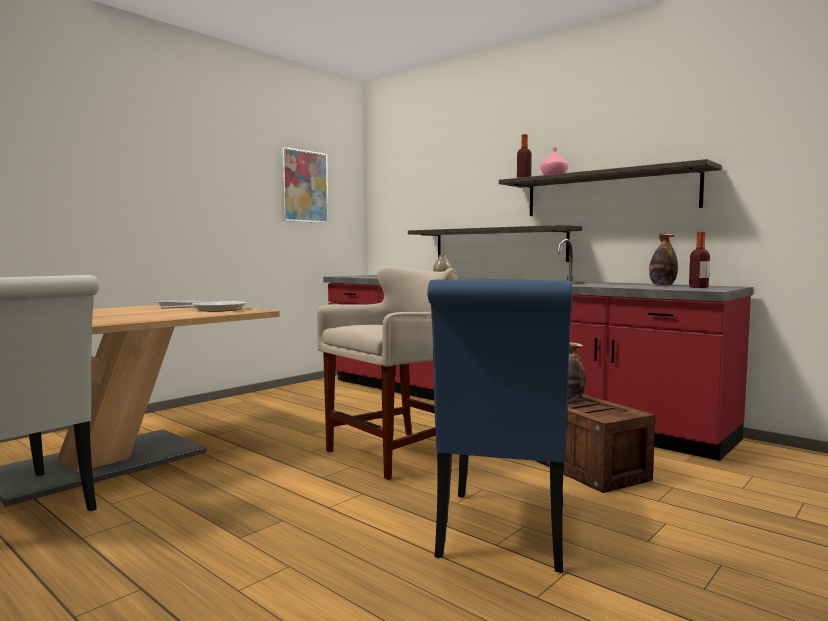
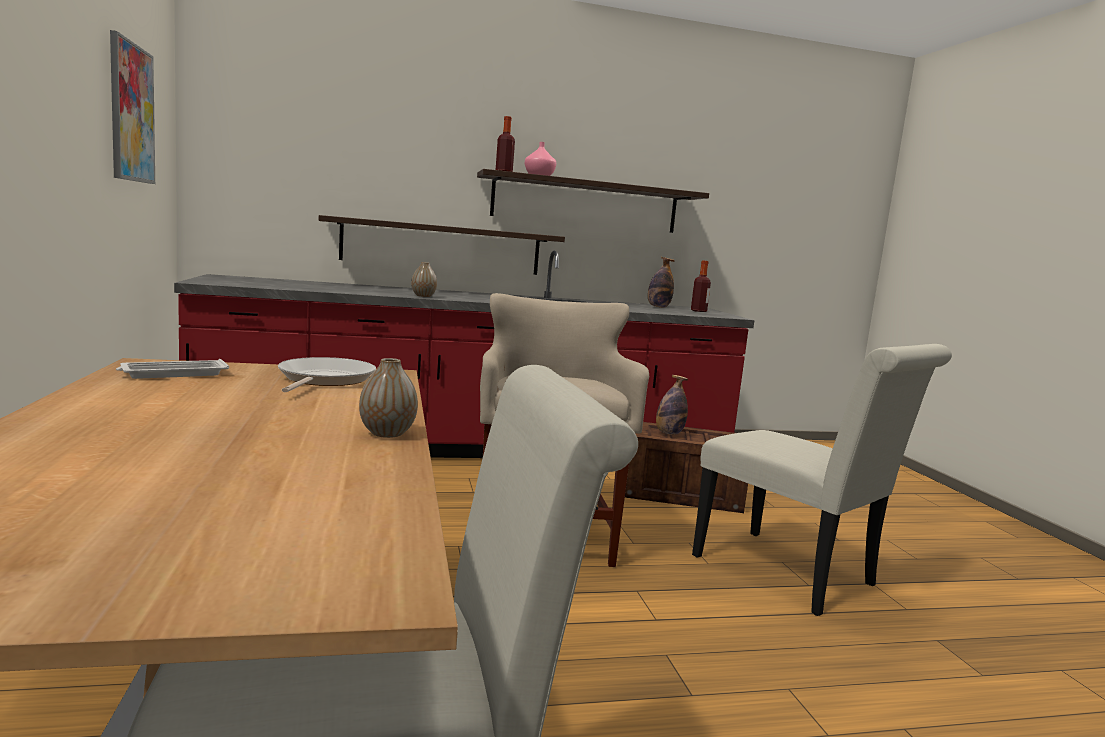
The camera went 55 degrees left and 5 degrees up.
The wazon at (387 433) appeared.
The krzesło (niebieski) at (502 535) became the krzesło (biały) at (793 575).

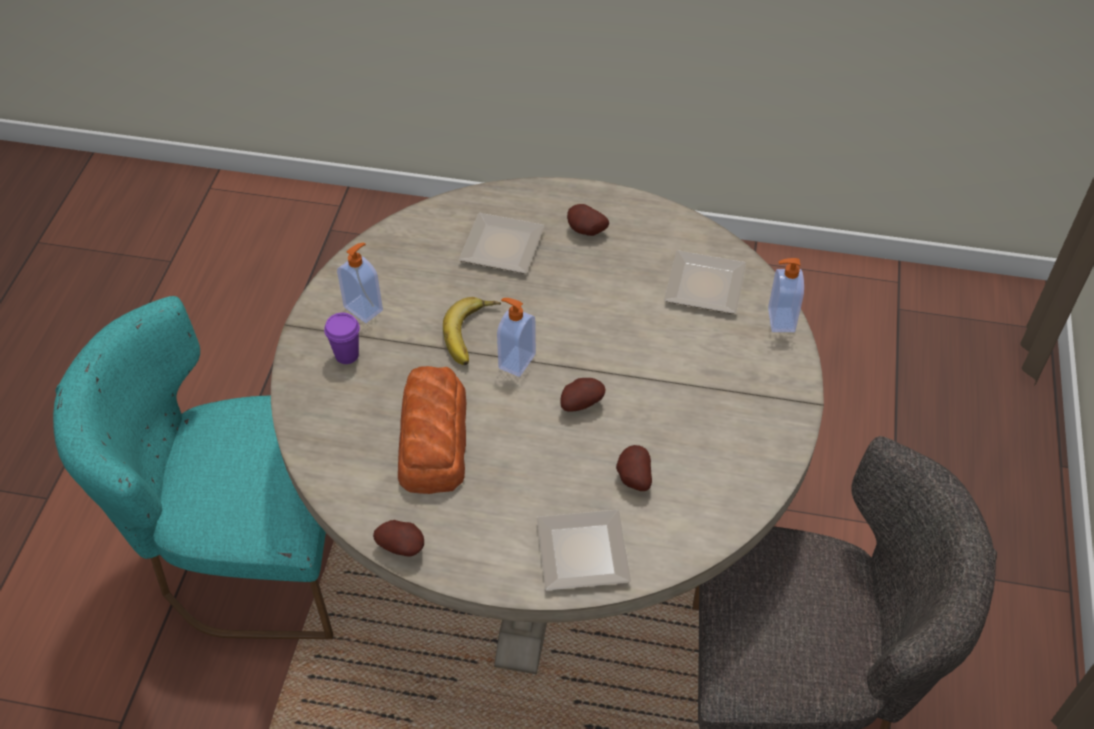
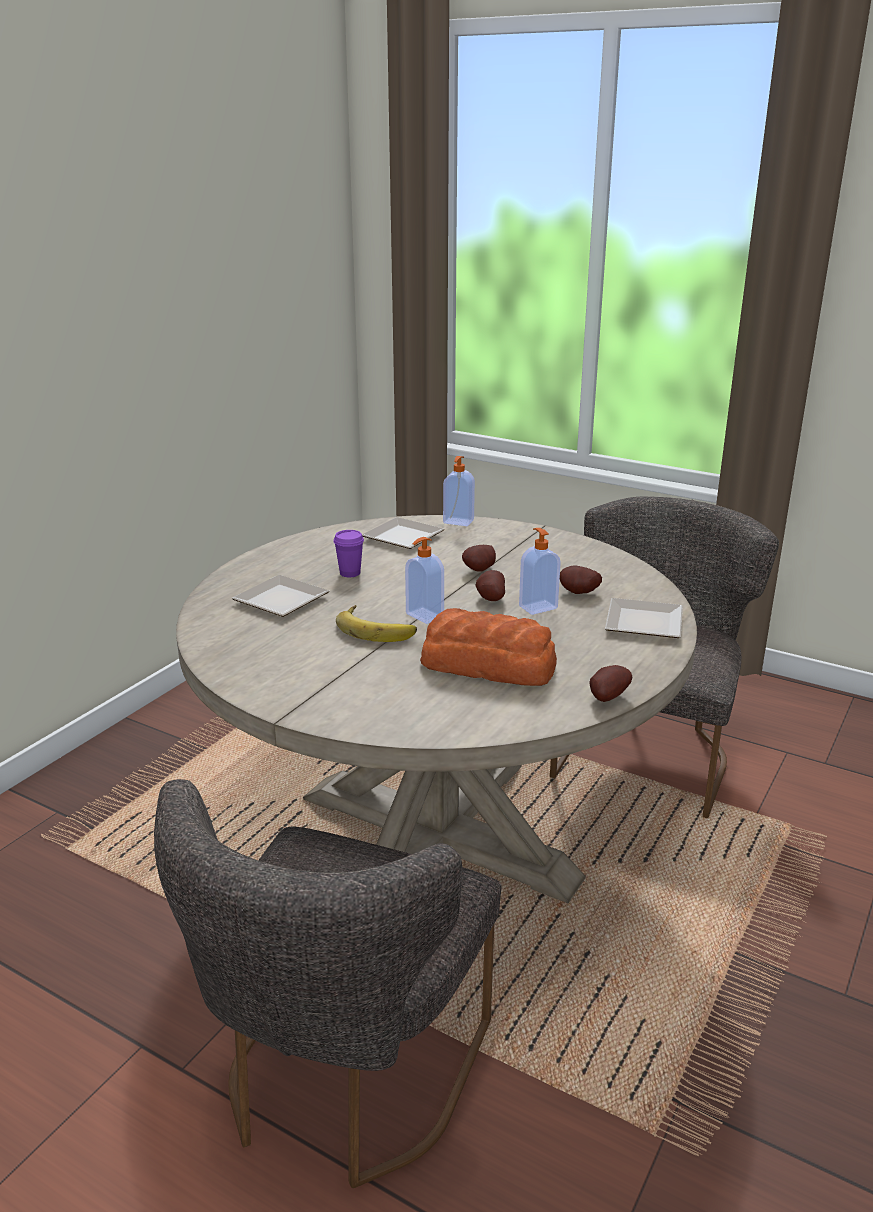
The camera went 70 degrees left and 25 degrees down.
The filiżanka (fioletowy) moved from (347 355) to (350 573).
The dozownik mydła moved from (364 308) to (537 607).
The ziemniak moved from (585 232) to (480 570).
The krzesło (turkusowy) at (248 557) became the krzesło (szary) at (343 1081).

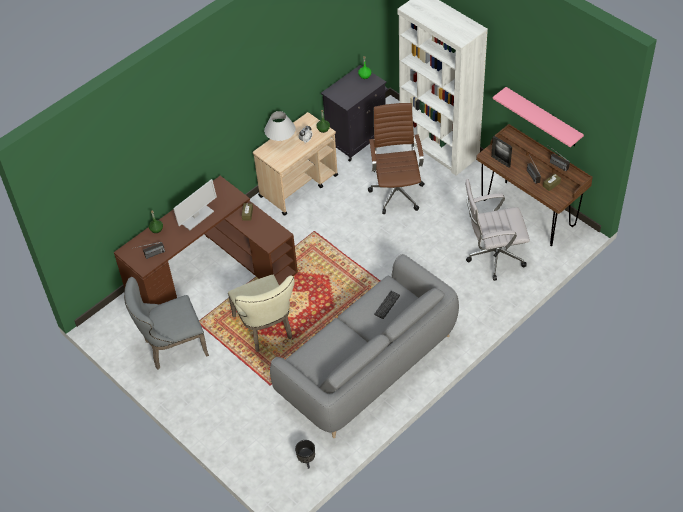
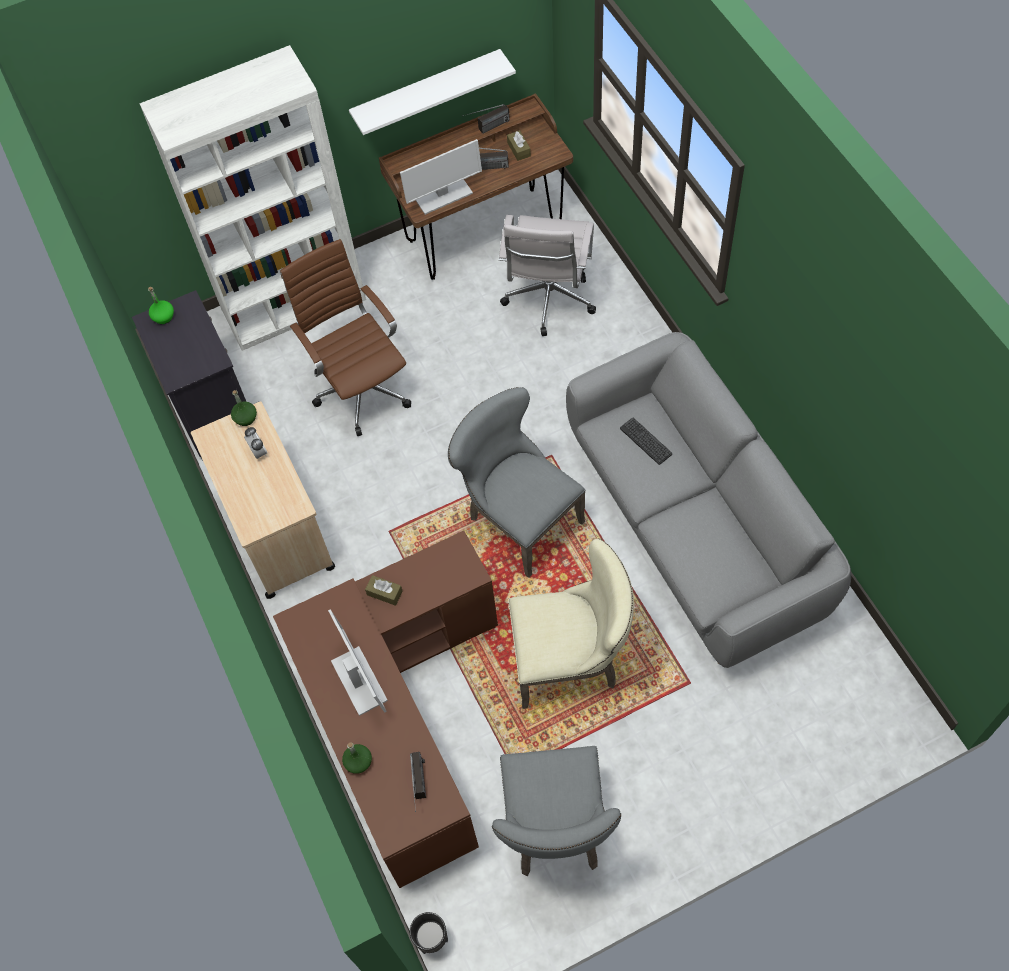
The camera went 70 degrees left and 10 degrees up.
The lampa stołowa (biały) at (281 141) disappeared.
The krzesło (szary) at (518 519) appeared.
The donica (czarny) moved from (306 461) to (432 939).
The ramka na zdjęcie at (500 161) was replaced by the monitor at (442 196).
The półka (różowy) at (543 117) became the półka (biały) at (427 92).
The krzesło biurowe (brązowy) at (396 192) turned 45 degrees clockwise.

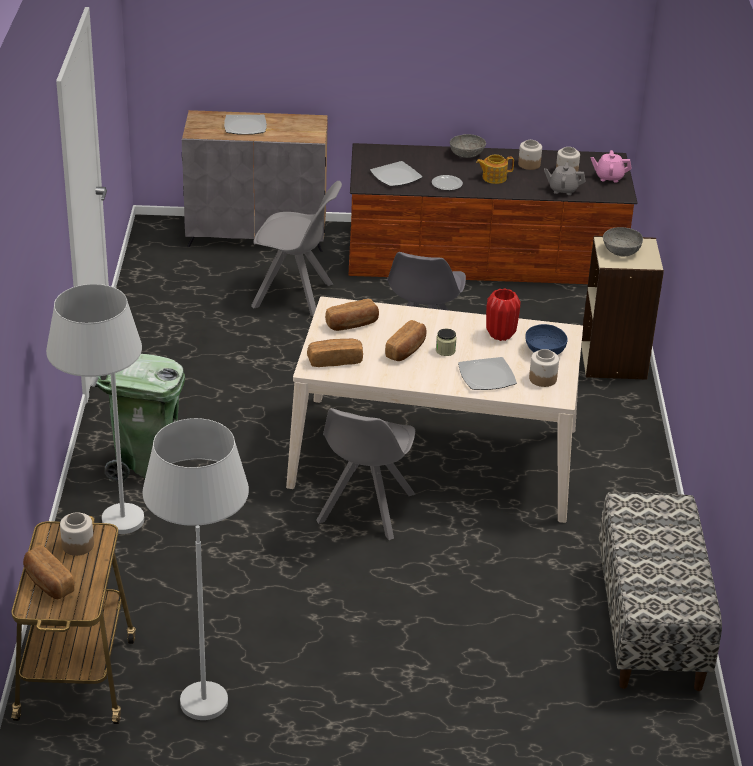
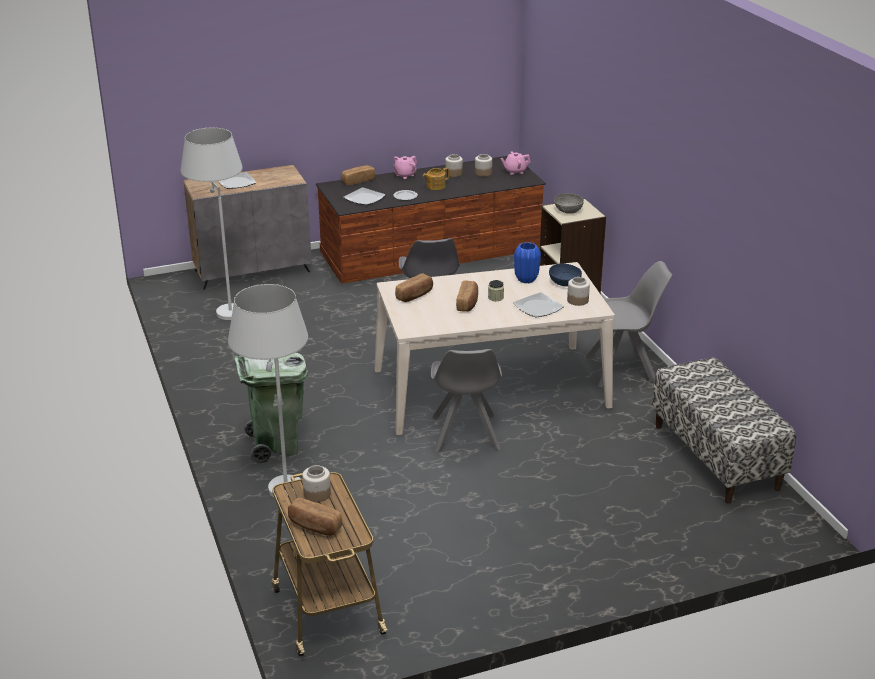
The camera went 20 degrees left and 5 degrees down.
The imbryk (szary) at (563 190) disappeared.
The lampa stojąca (biały) moved from (202 683) to (225 306).
The krzesło (szary) moved from (295 296) to (623 370).
The chleb moved from (335 360) to (357 181).
The miska (szary) at (467 154) was replaced by the imbryk (różowy) at (404 175).
The wazon (czerwony) at (501 335) became the wazon (niebieski) at (526 279).

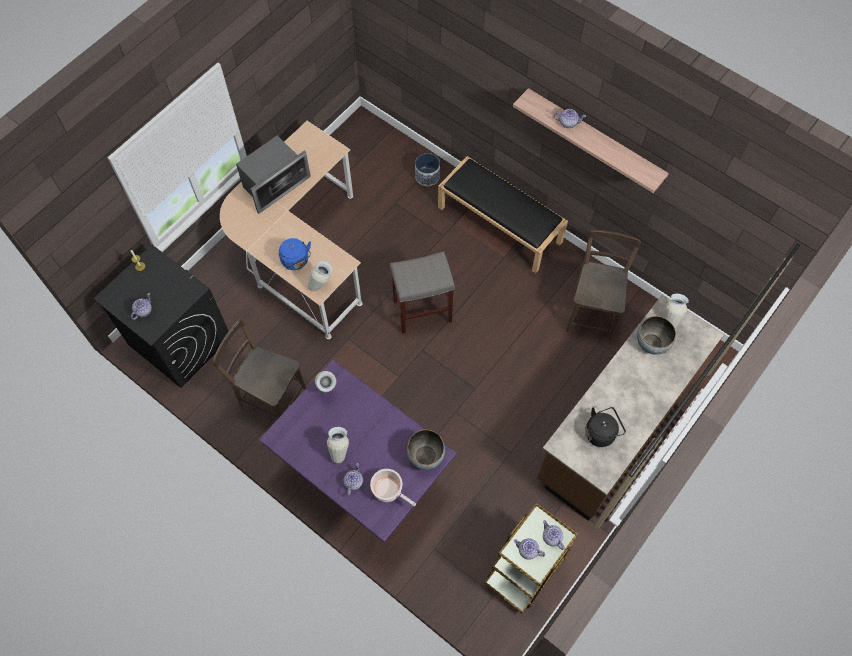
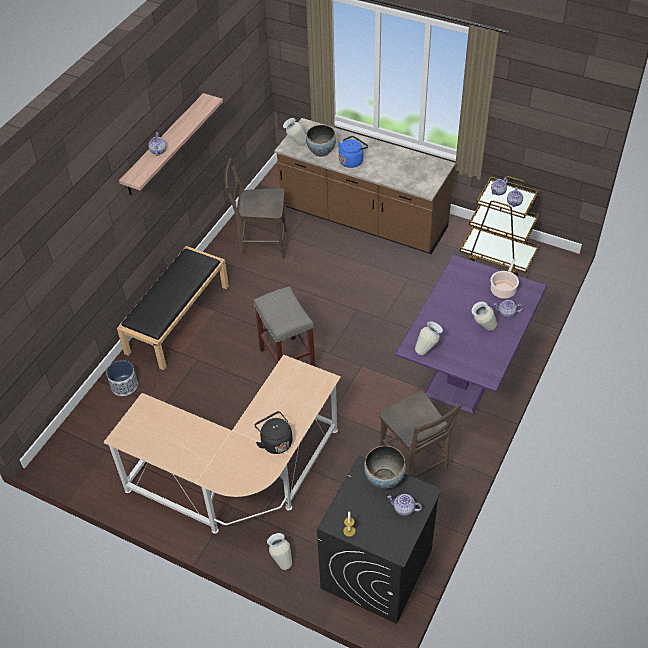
The camera went 100 degrees left and 15 degrees down.
The mikrofalówka at (274 184) disappeared.
The czajnik (niebieski) moved from (296 261) to (352 160).
The wazon moved from (322 285) to (281 559).
The miska moved from (425 456) to (384 479).
The czajnik (czarny) moved from (601 432) to (275 442).
The krzesło (brązowy) at (270 397) turned 45 degrees counterclockwise.

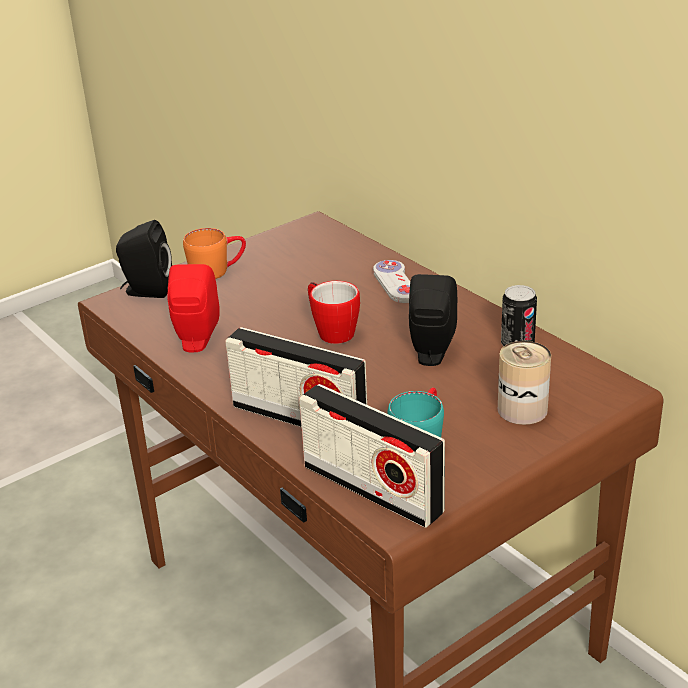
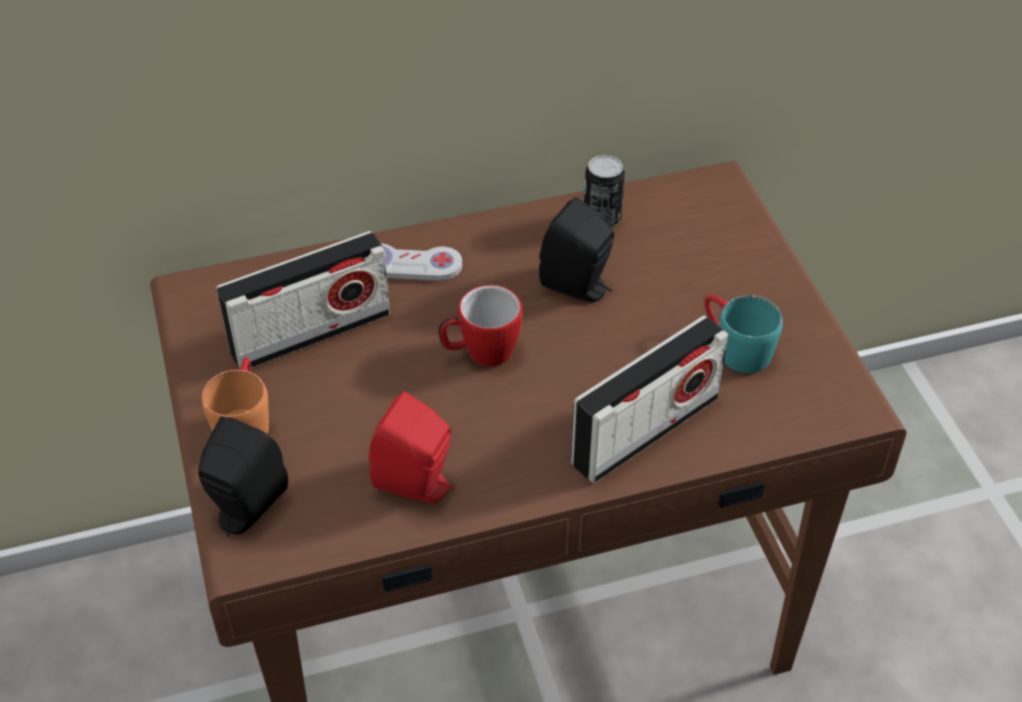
The camera went 70 degrees left and 15 degrees up.
The puszka at (522 409) disappeared.
The radio moved from (372 489) to (311 333).

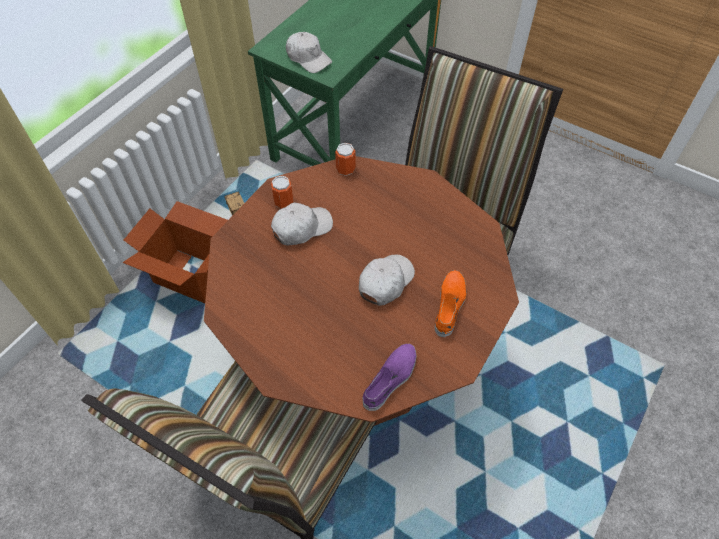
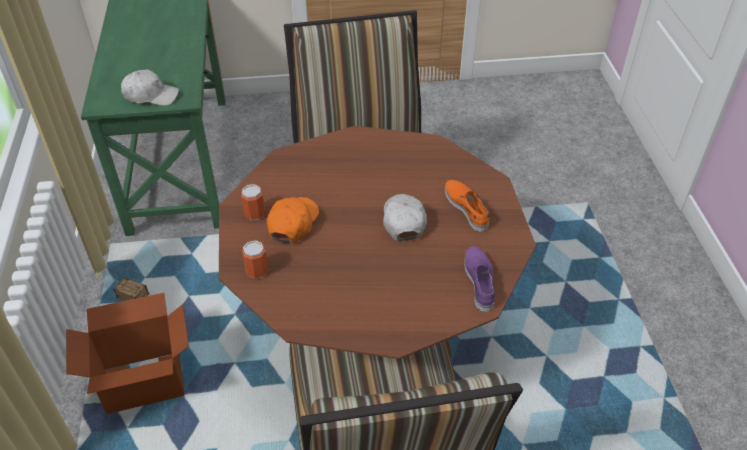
The camera went 40 degrees left and 10 degrees down.
The puszka moved from (345 169) to (257 271).
The czapka z daszkiem (biały) at (301 228) became the czapka z daszkiem (pomarańczowy) at (293 223).

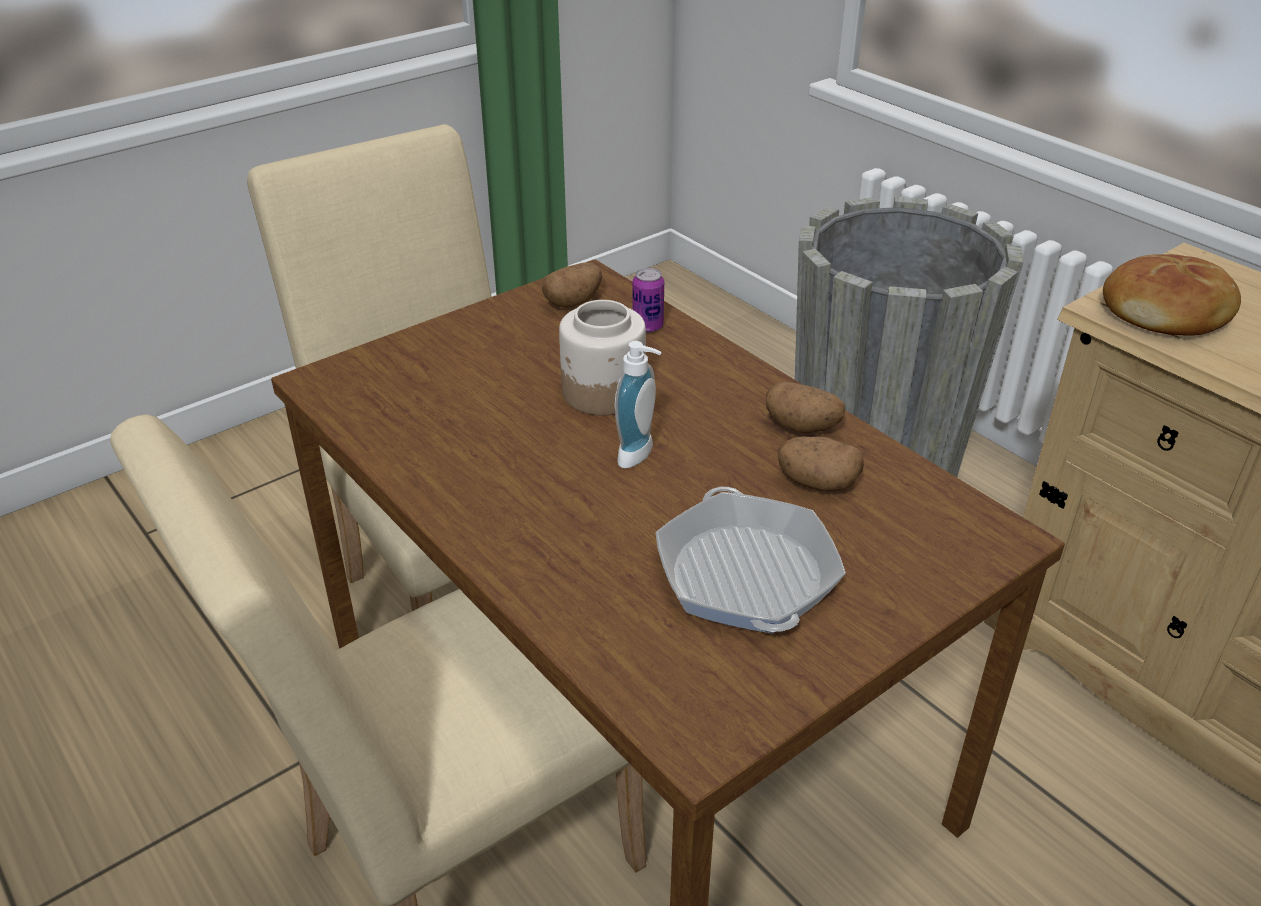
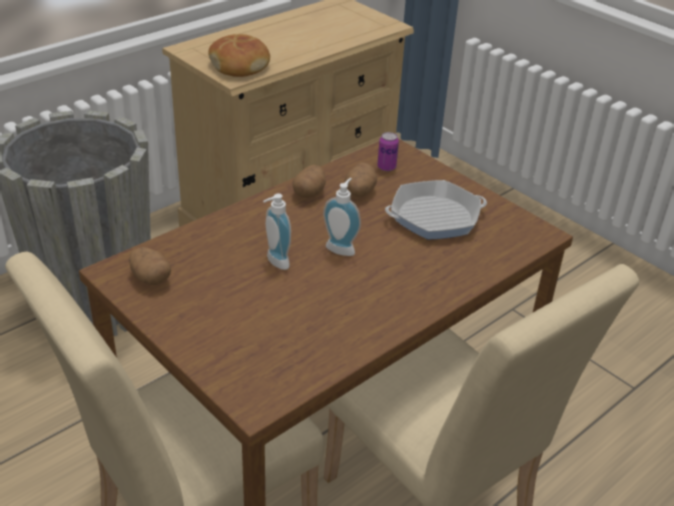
The camera went 95 degrees left and 0 degrees up.
The puszka moved from (647 326) to (386 167).
The słoik at (603 393) was replaced by the dozownik mydła at (274 262).

